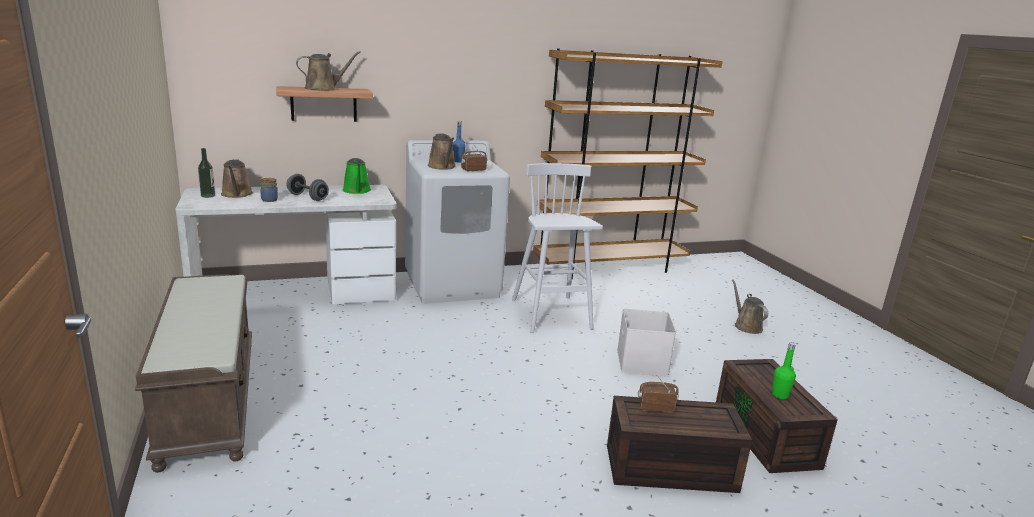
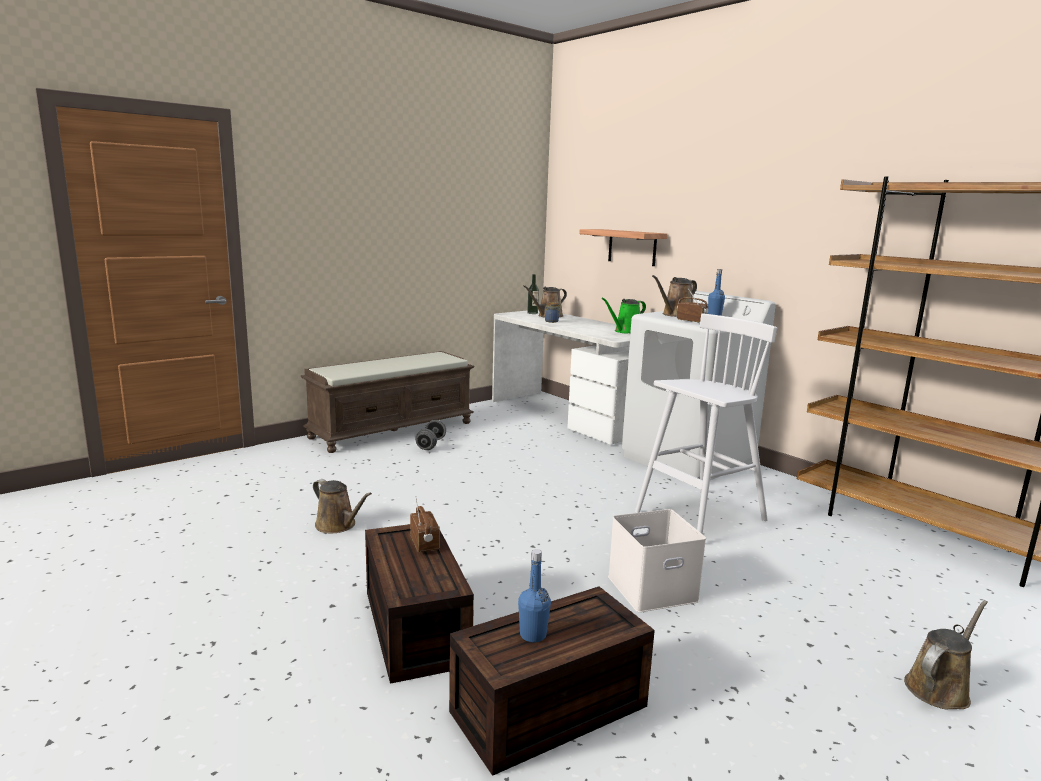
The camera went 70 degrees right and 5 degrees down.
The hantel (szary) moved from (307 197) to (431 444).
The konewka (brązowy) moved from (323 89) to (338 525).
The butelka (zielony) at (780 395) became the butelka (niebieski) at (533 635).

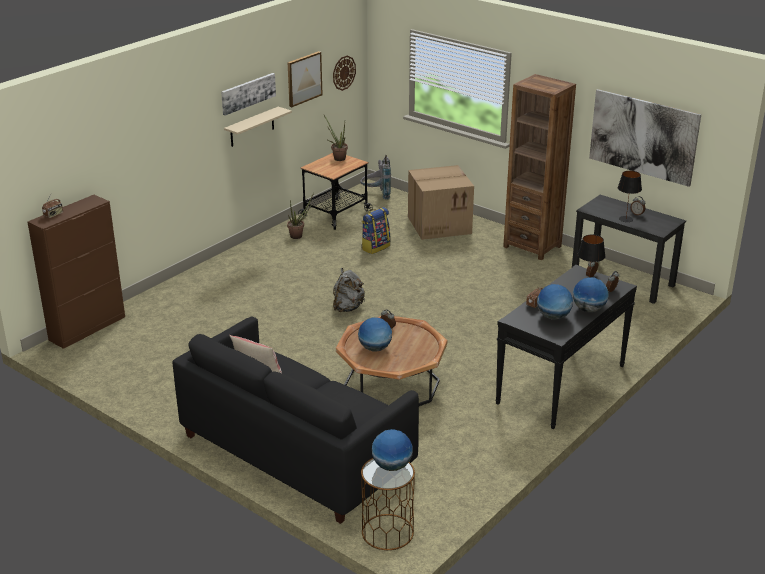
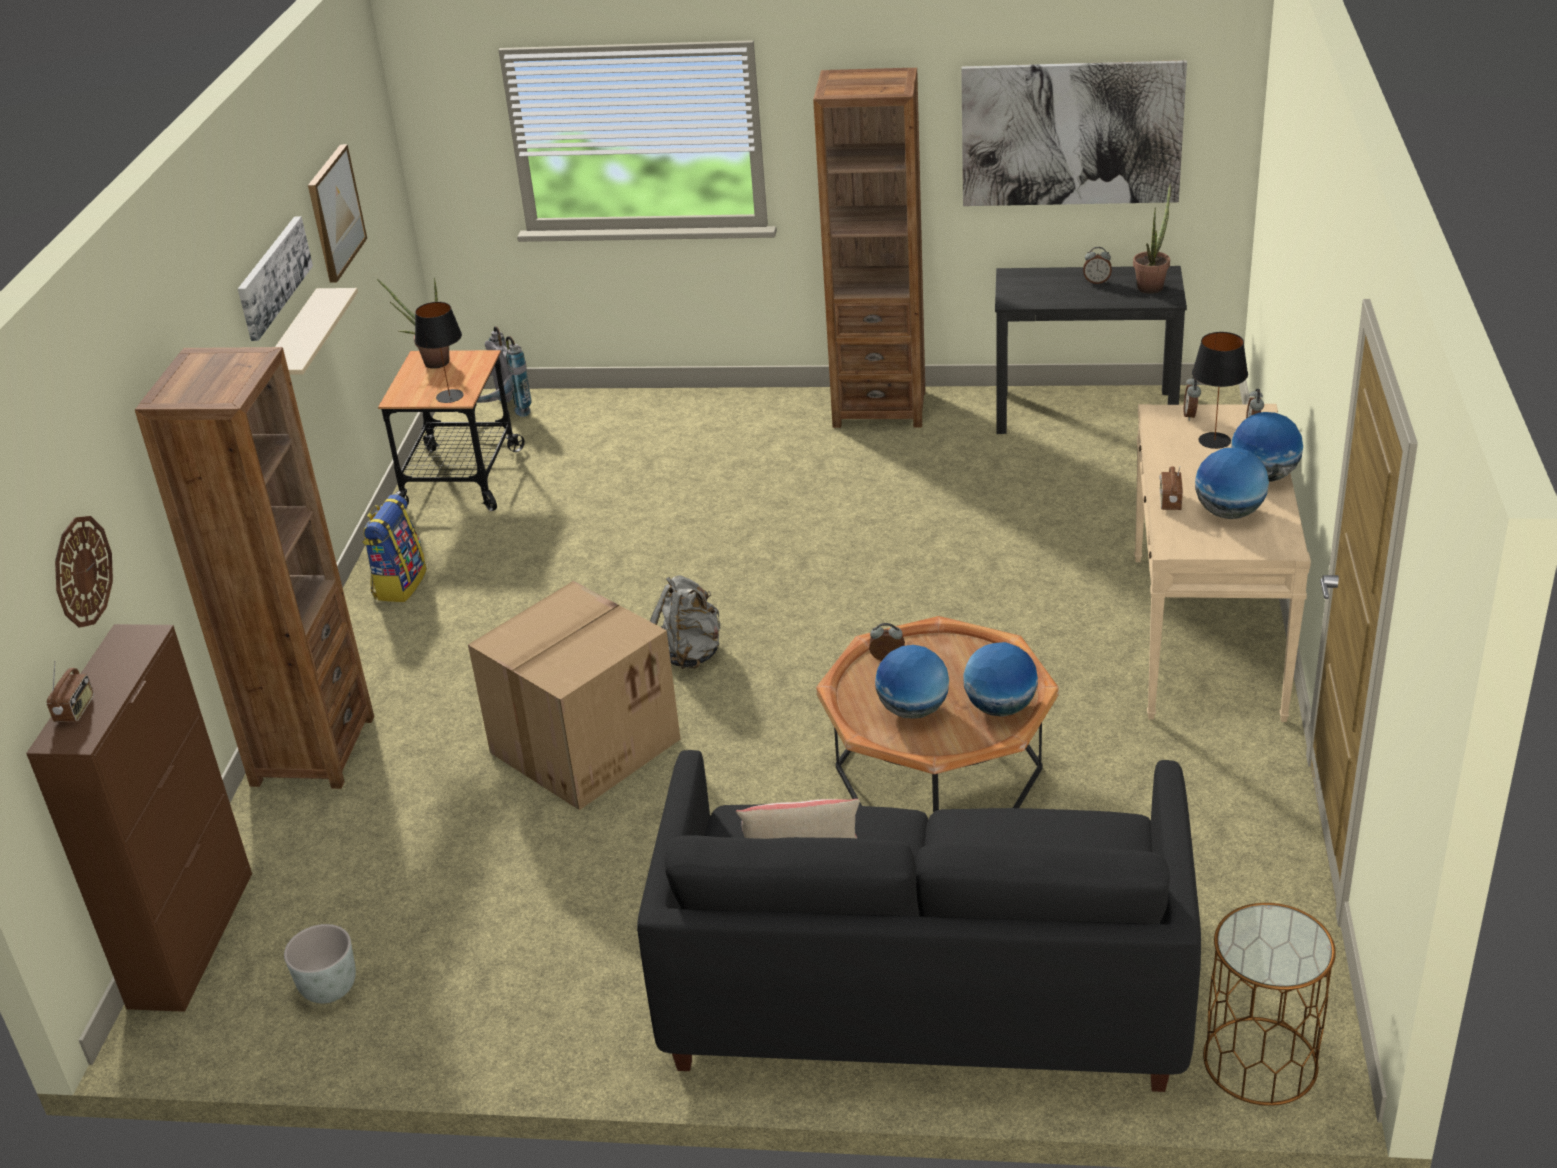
The camera went 30 degrees left and 5 degrees up.
The regał (brązowy) at (312 750) appeared.
The donica (szary) at (328 989) appeared.
The roślina doniczkowa moved from (298 235) to (1152 285).
The zegar ścienny moved from (343 72) to (82 571).
The plecak moved from (375 247) to (399 584).
The globus moved from (392 466) to (1000 708).
The karton moved from (440 224) to (585 744).
The lampa stołowa (czarny) moved from (625 219) to (449 396).
The stolik konsolowy (czarny) at (561 384) became the stolik konsolowy (beżowy) at (1206 636).

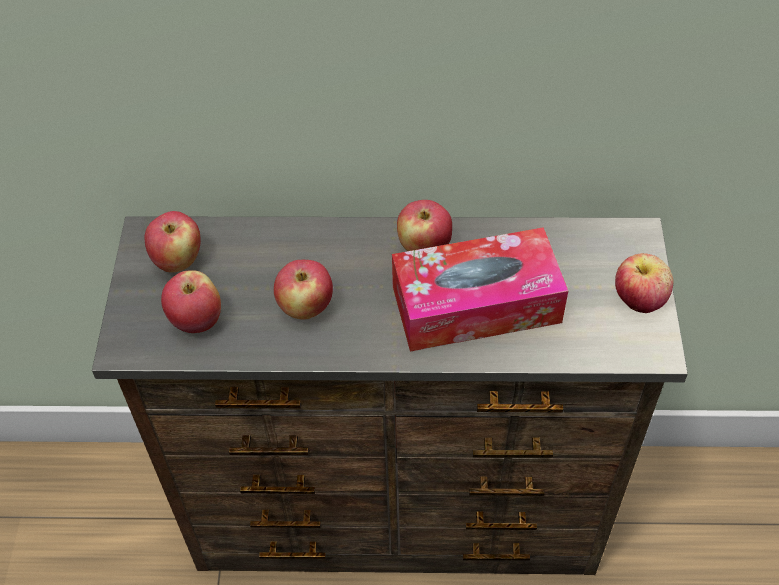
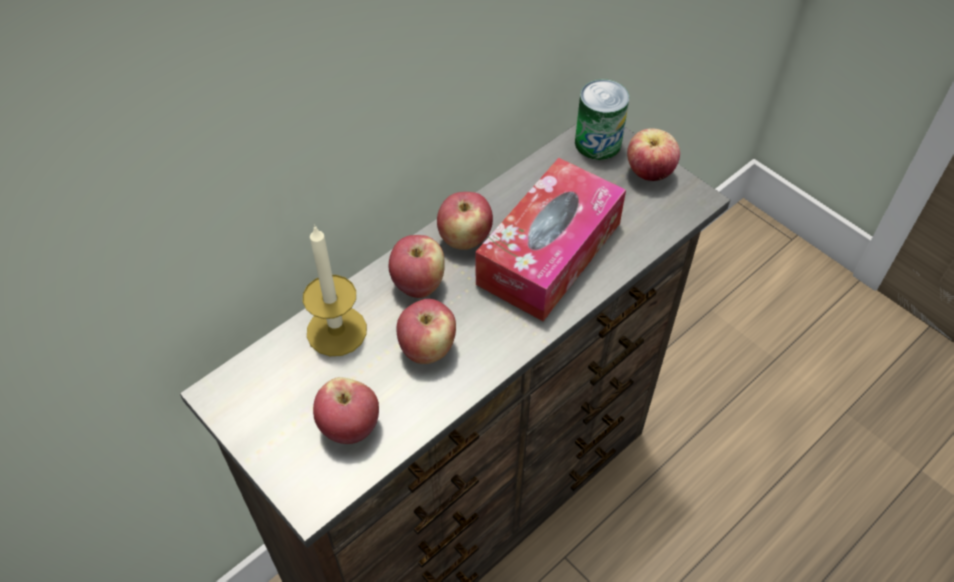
The camera went 45 degrees left and 0 degrees up.
The świeca at (336 331) appeared.
The puszka at (598 143) appeared.
The jabłko moved from (178 260) to (418 284).

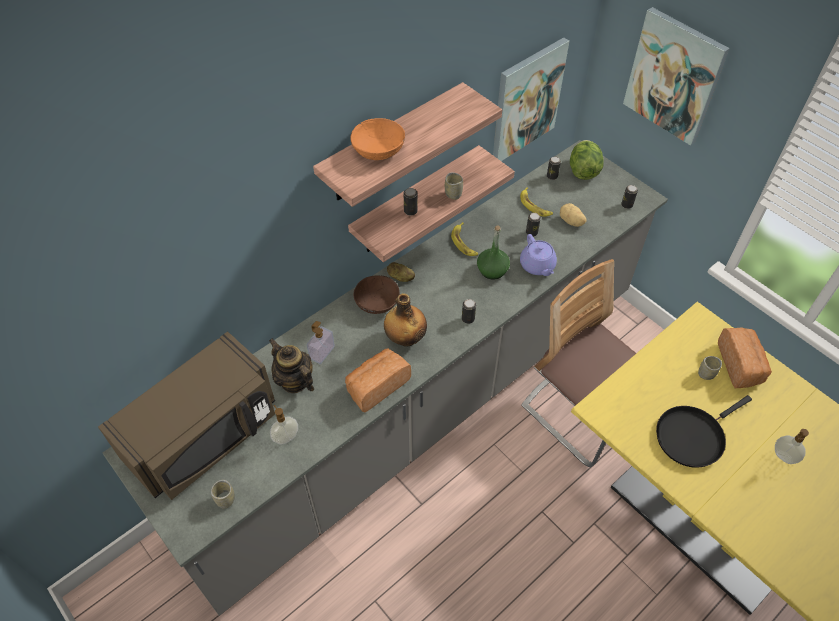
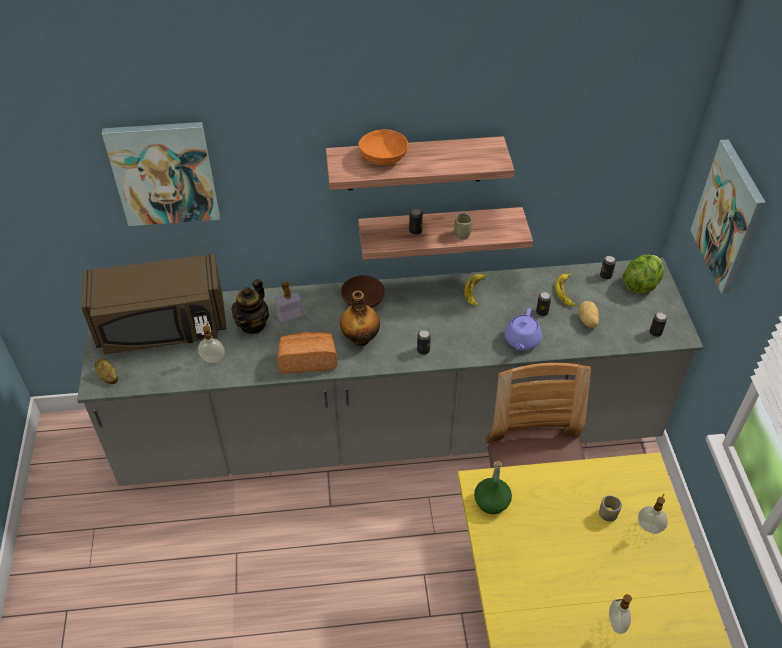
The camera went 35 degrees right and 5 degrees down.
The filiżanka at (225 499) disappeared.
The patelnia (czarny) at (692 436) disappeared.
The ziemniak moved from (400 277) to (108 376).
The butelka (zielony) moved from (492 270) to (491 502).
The obraz moved from (526 100) to (164 173).
The chleb at (740 365) was replaced by the dozownik mydła at (649 527).
The imbryk at (294 381) turned 150 degrees counterclockwise.

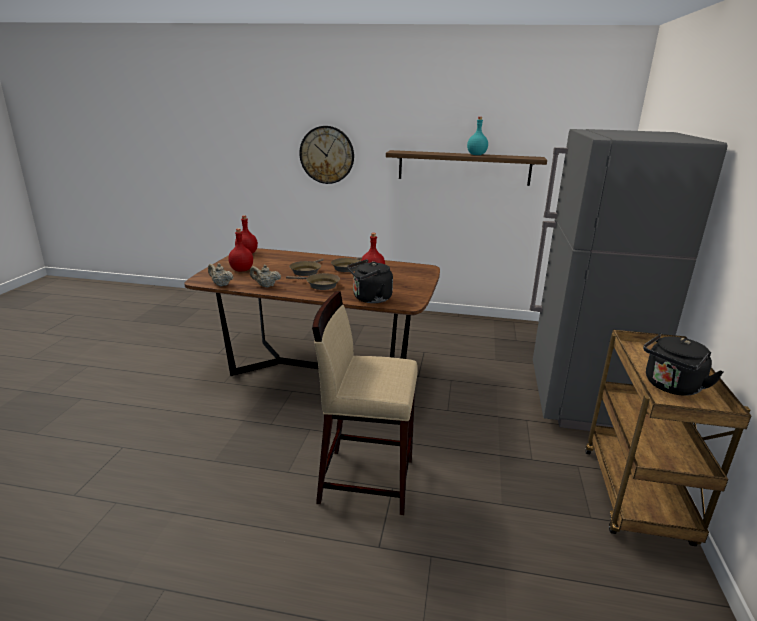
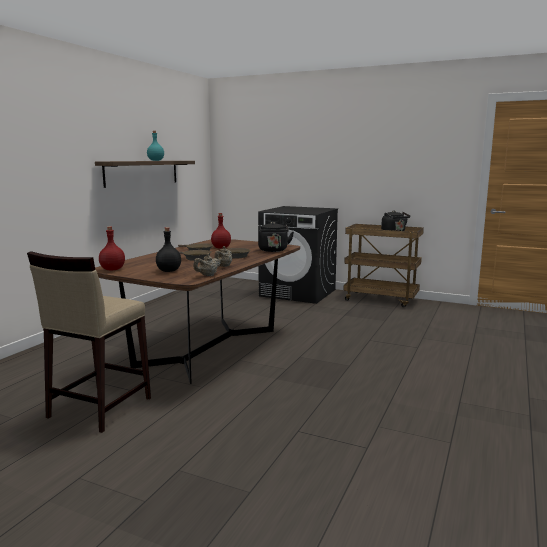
The camera went 75 degrees left and 10 degrees down.
The zegar ścienny at (327 155) disappeared.
The stołek (beżowy) moved from (365 479) to (98 407).
The lodówka (szary) at (581 400) was replaced by the pralka (czarny) at (298 293).
The butelka (czerwony) at (241 270) became the butelka (czarny) at (168 271).

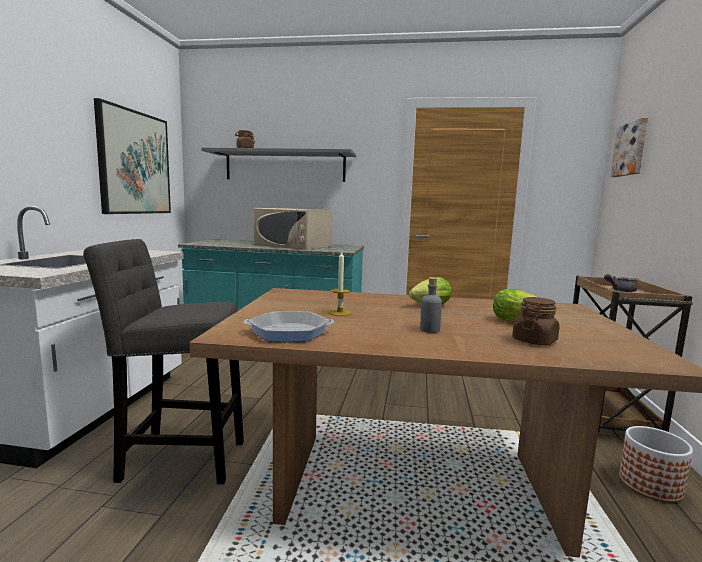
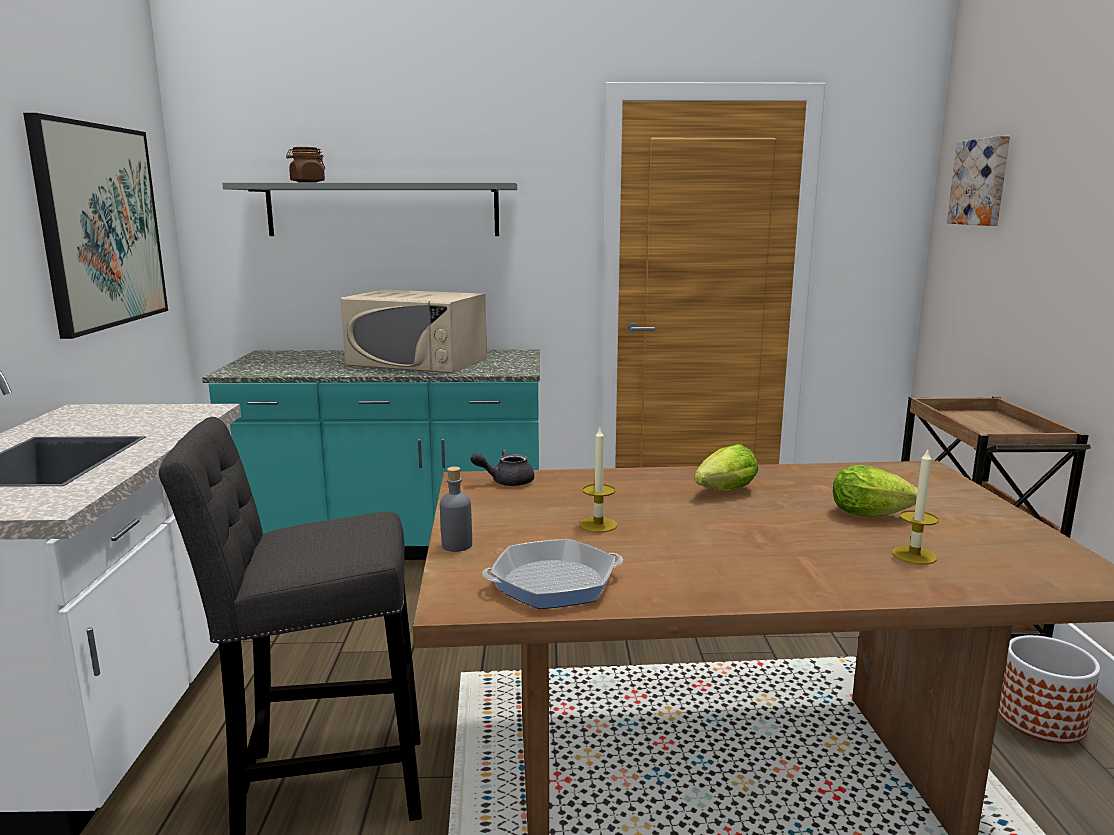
The camera went 10 degrees left and 5 degrees up.
The butelka (szary) moved from (429 330) to (456 545).
The imbryk (szary) moved from (619 290) to (506 481).
The słoik (brązowy) at (534 341) was replaced by the świeca at (914 555).

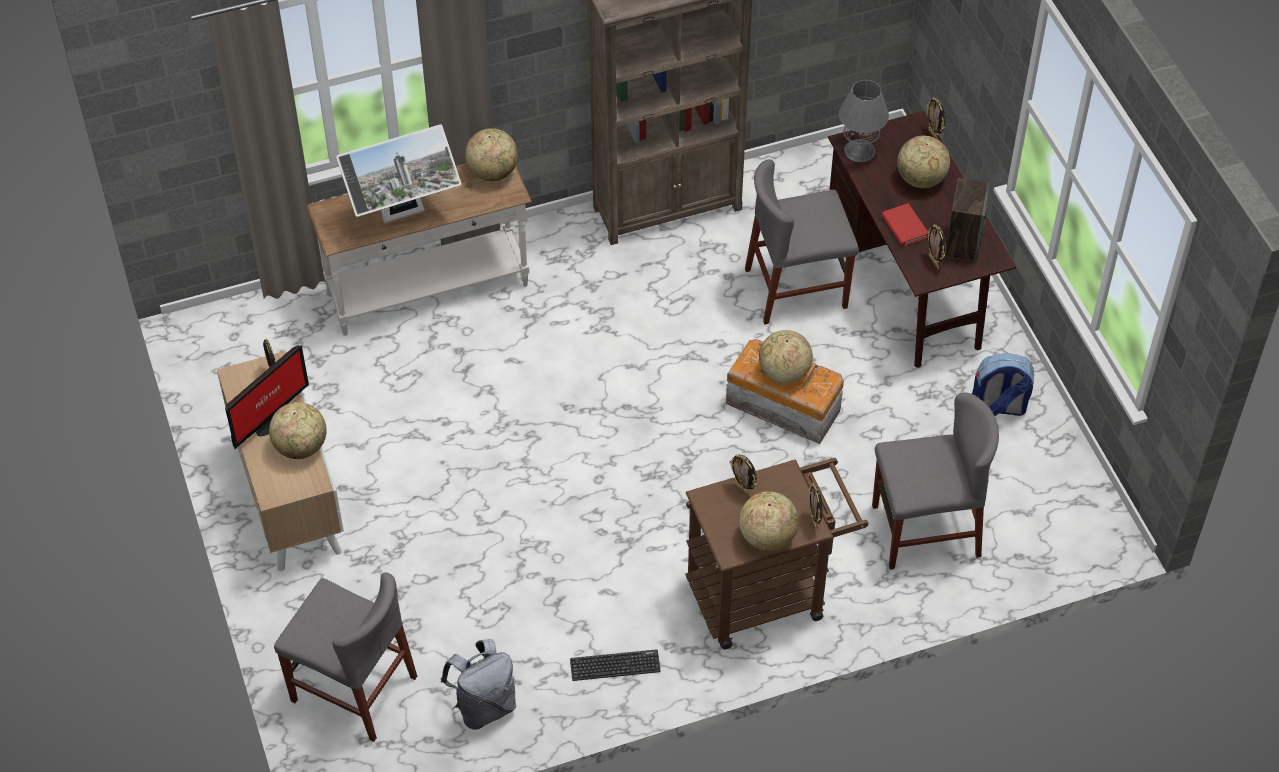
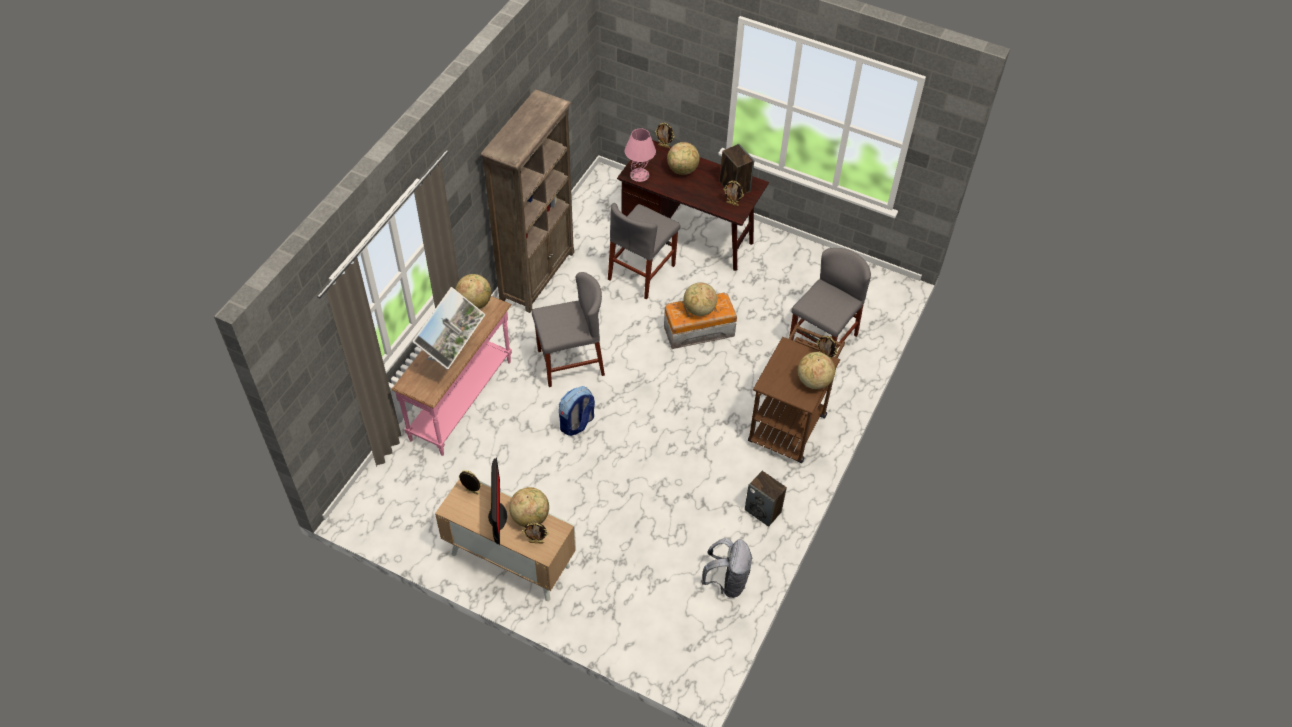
The camera went 45 degrees left and 0 degrees up.
The książka (czerwony) at (904 227) disappeared.
The krzesło (szary) moved from (353 689) to (570 362).
The ramka na zdjęcie moved from (743 490) to (536 542).
The plecak moved from (998 407) to (577 423).
The klawiatura at (615 665) was replaced by the głośnik at (763 511).
The stolik konsolowy (biały) at (429 291) became the stolik konsolowy (różowy) at (462 400).
The lampa stołowa (szary) at (860 150) became the lampa stołowa (różowy) at (639 174).

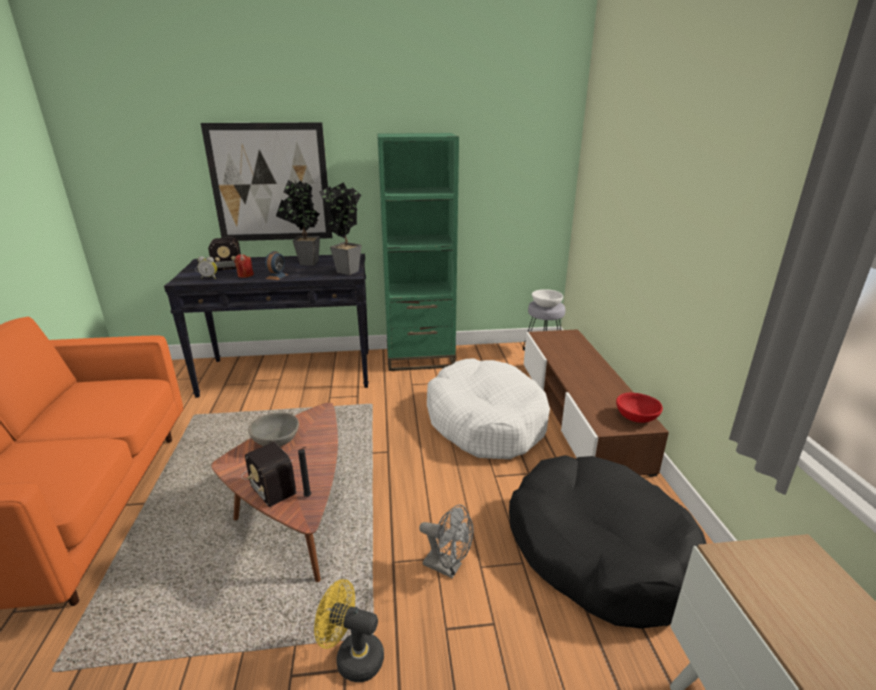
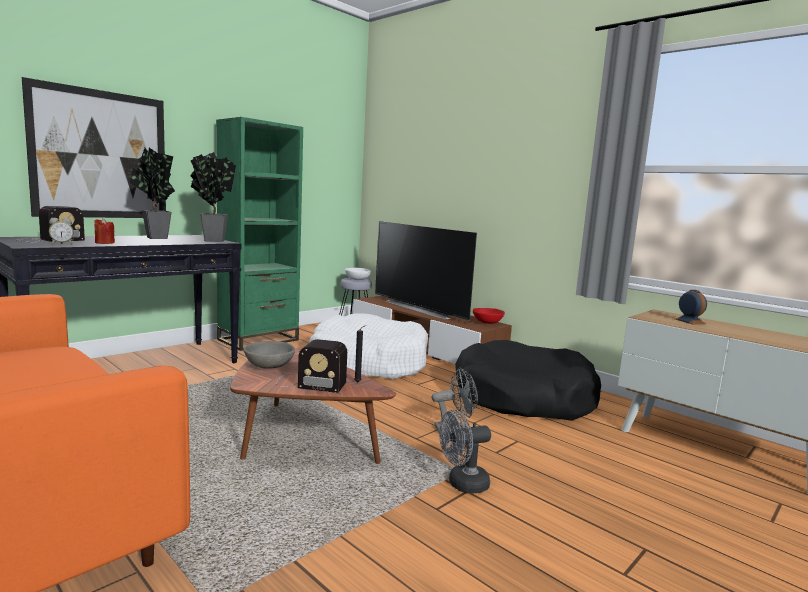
The camera went 40 degrees left and 15 degrees down.
The telewizor at (421 308) appeared.
The budzik moved from (277 276) to (689 321).
The wentylator (żółty) at (352 657) became the wentylator (szary) at (462 484).

